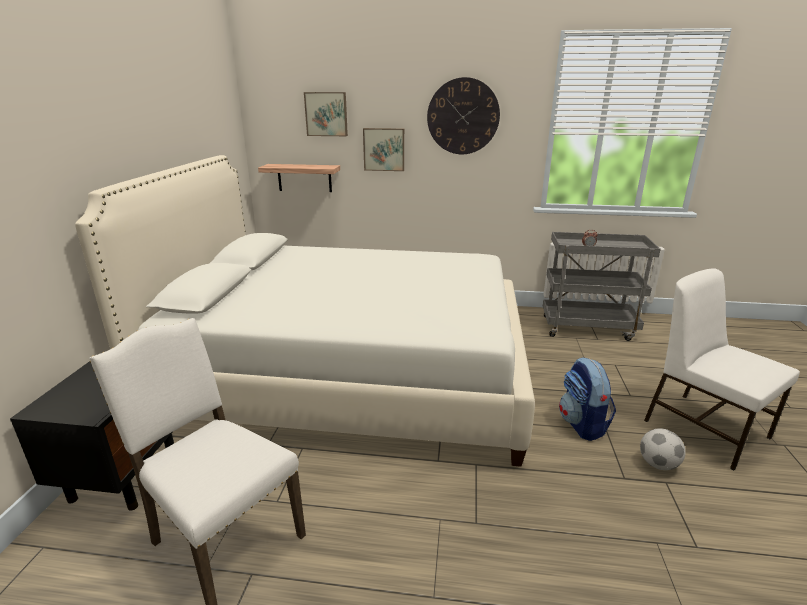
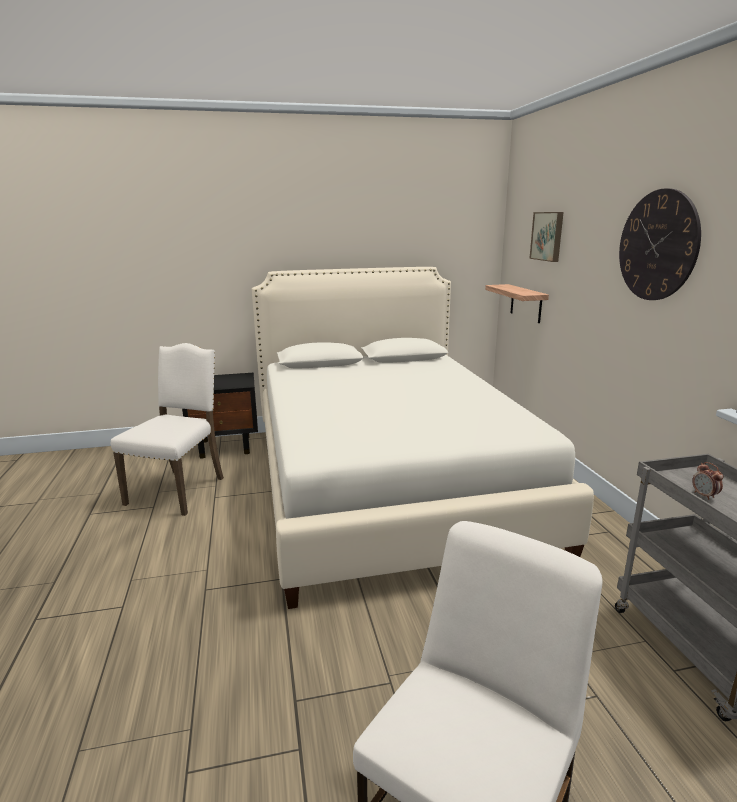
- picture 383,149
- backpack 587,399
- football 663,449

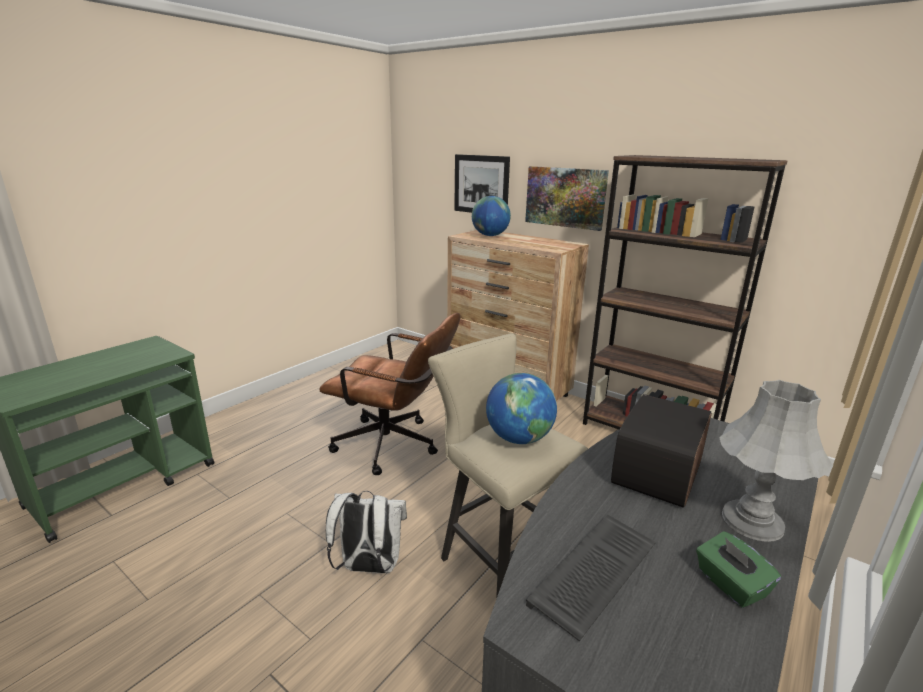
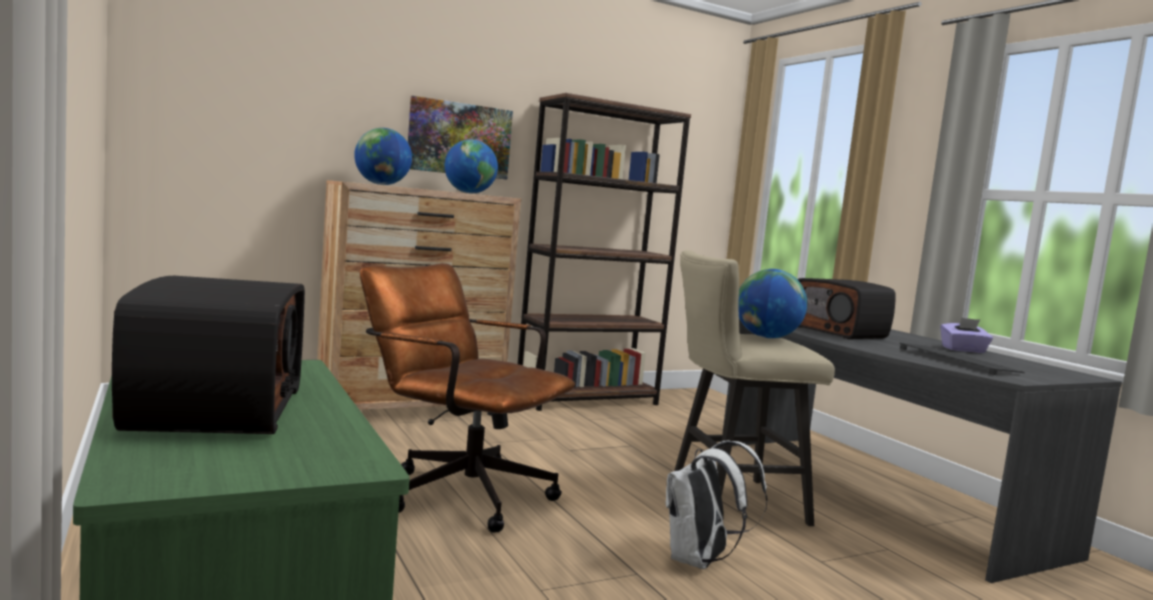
~ brown office chair 389,394 = 467,398 105 degrees counterclockwise
- picture 482,183
~ green tissue box 738,569 to purple tissue box 966,335
- grey table lamp 776,461
+ radio 208,355
+ globe 471,166

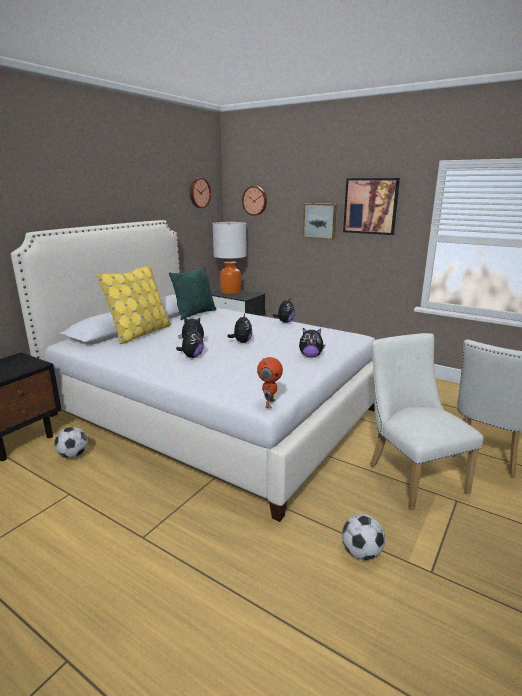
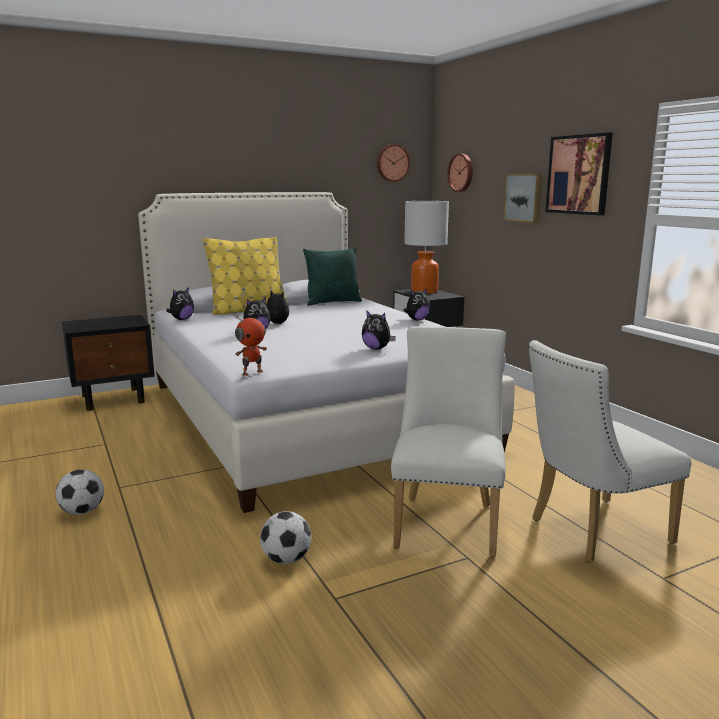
~ football 71,442 to 79,492
~ plush toy 239,328 to 180,303

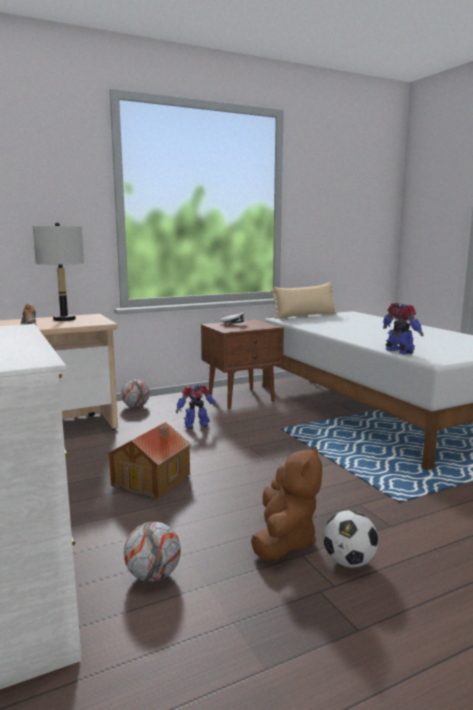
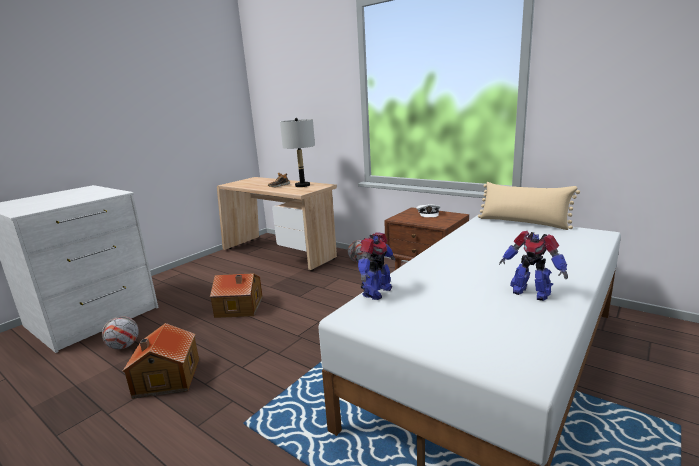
~ toy robot 196,406 to 533,266
~ brown plush toy 286,503 to toy house 161,361
- football 350,539

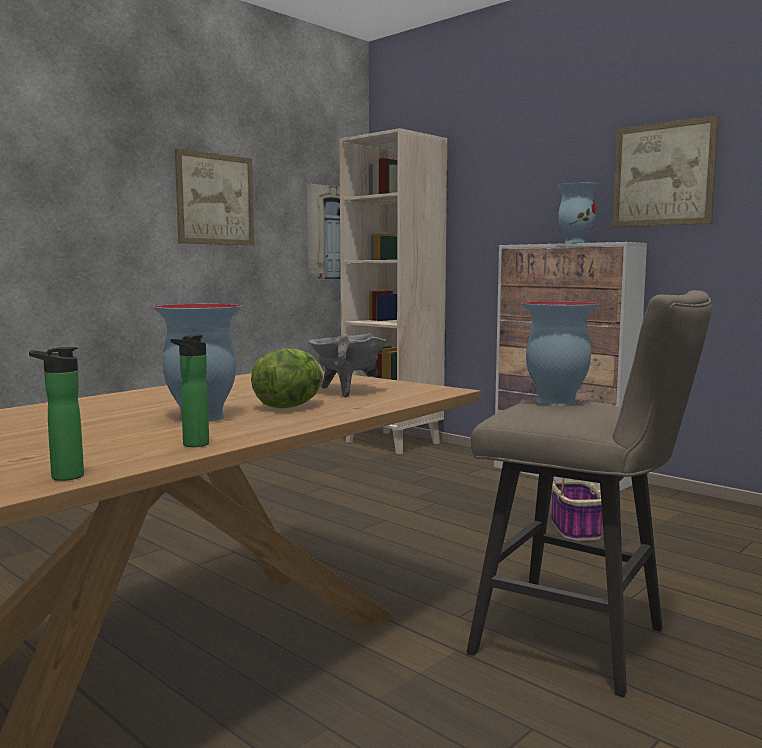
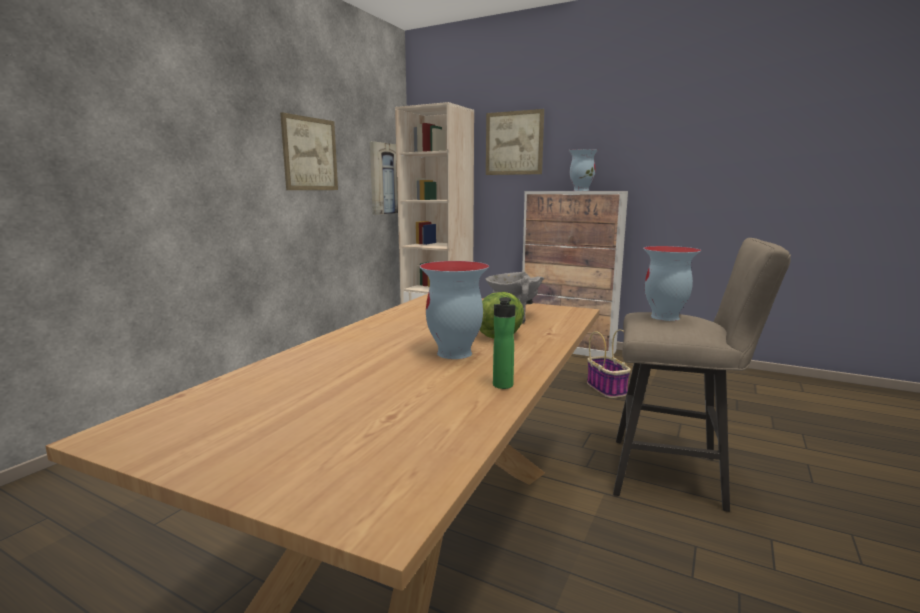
- bottle 56,414
~ picture 666,171 to 515,142

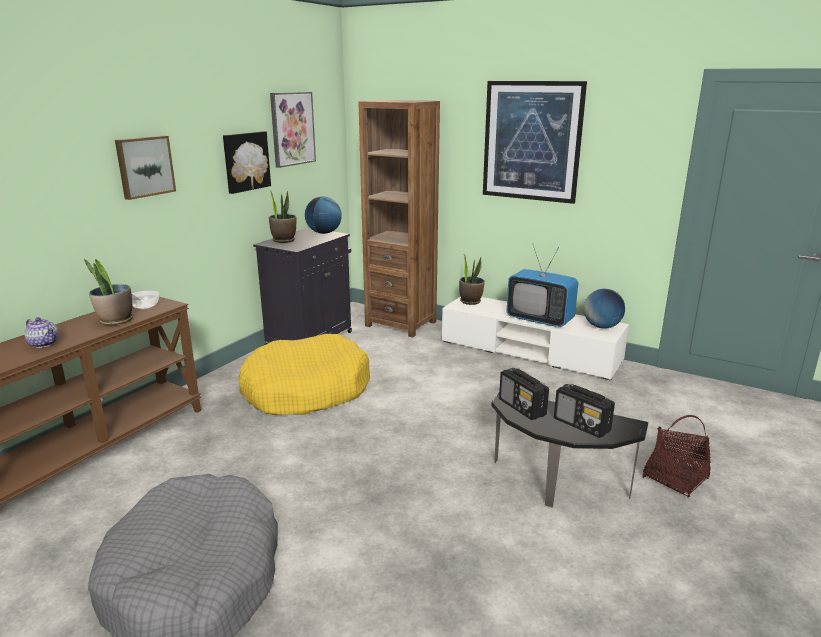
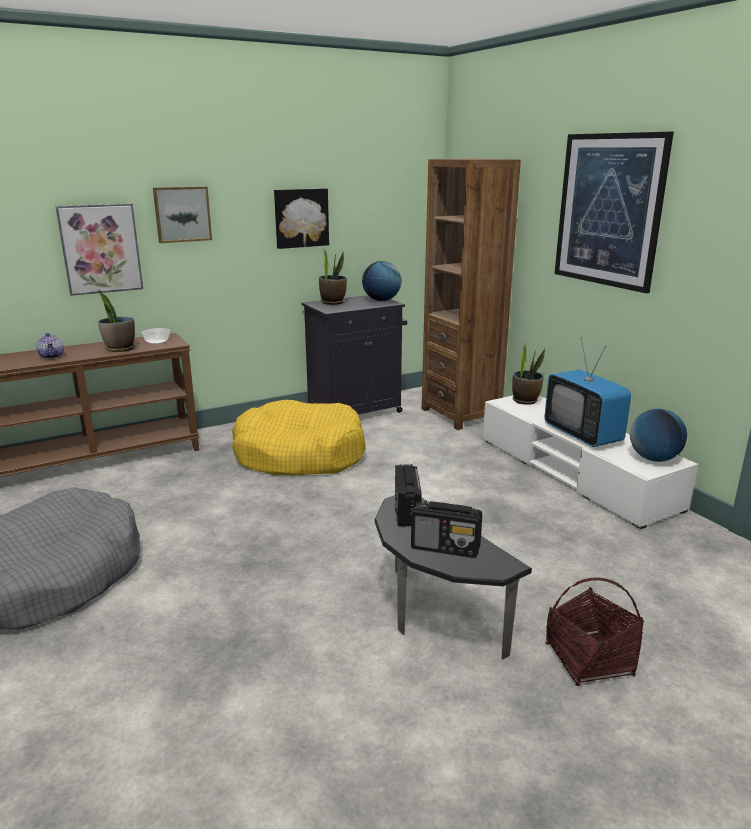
~ picture 293,130 to 99,249
~ radio 584,411 = 446,529 60 degrees counterclockwise

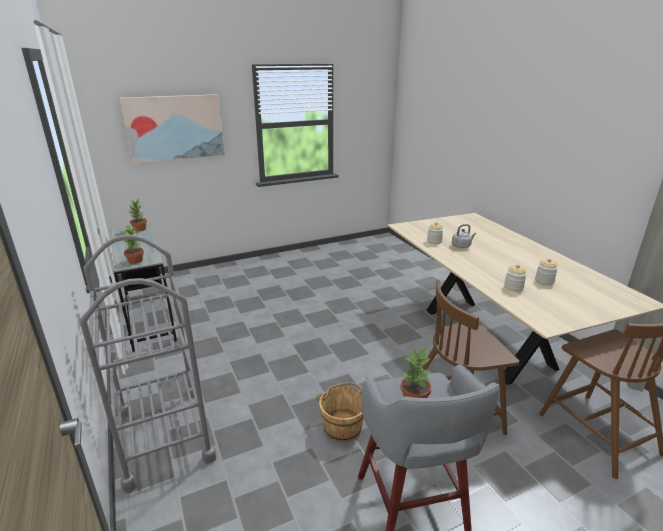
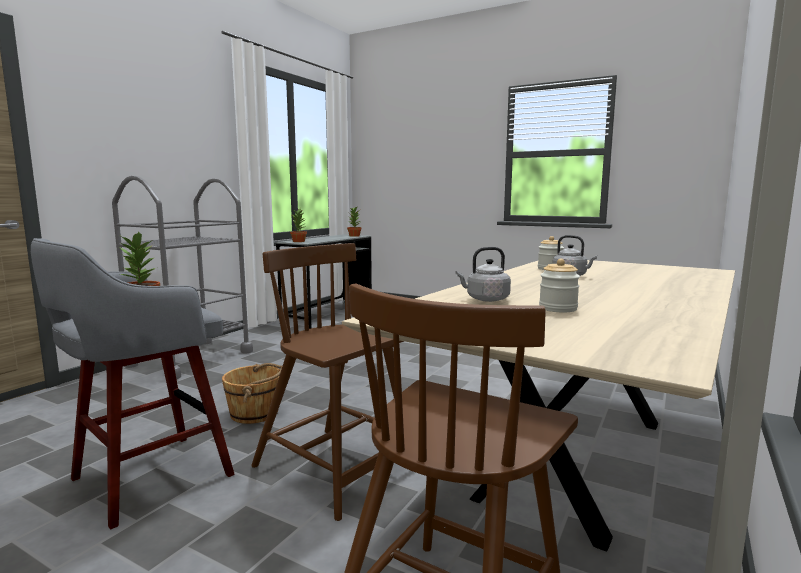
- picture 172,128
~ jar 515,278 to grey kettle 483,274

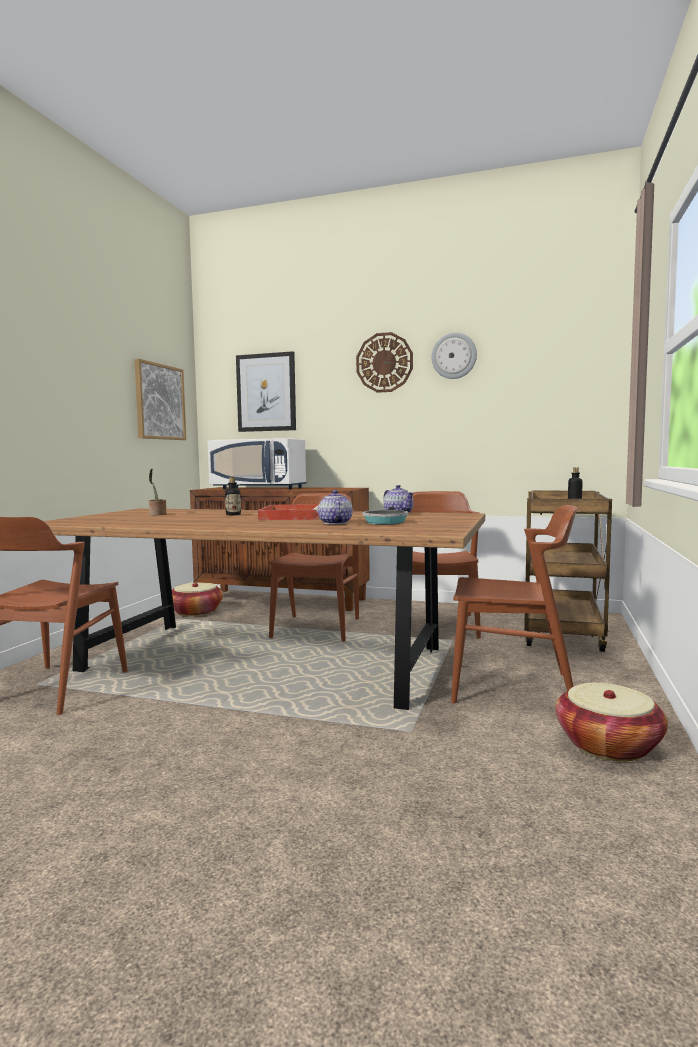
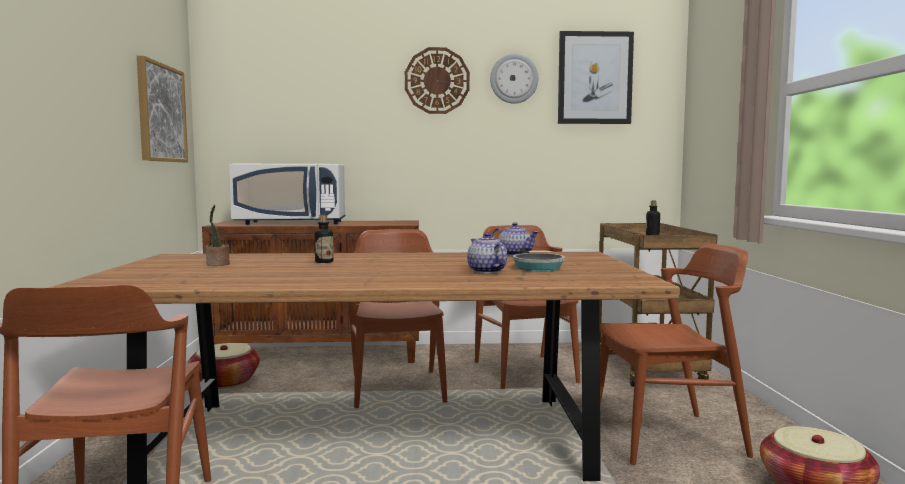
~ picture 266,391 to 596,77
- red tray 288,512

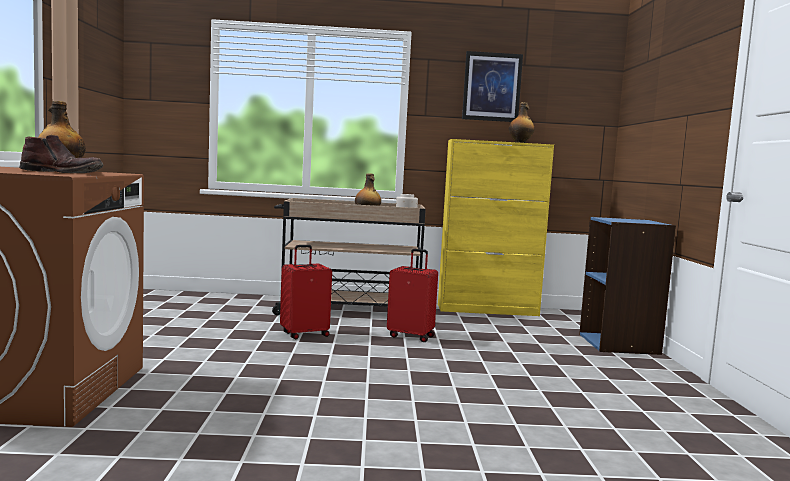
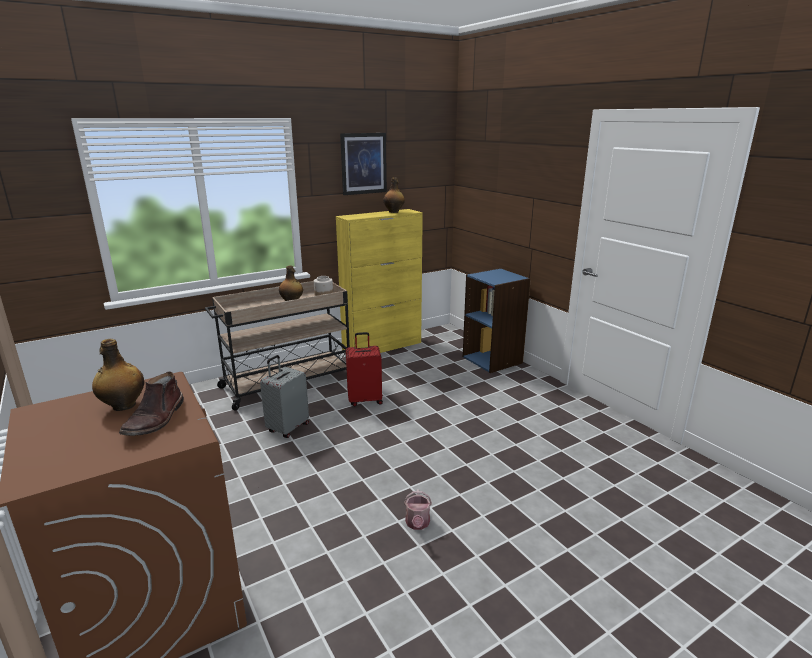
~ brown boot 61,154 = 151,403 120 degrees clockwise
~ red suitcase 306,292 to grey suitcase 284,396
+ watering can 418,509

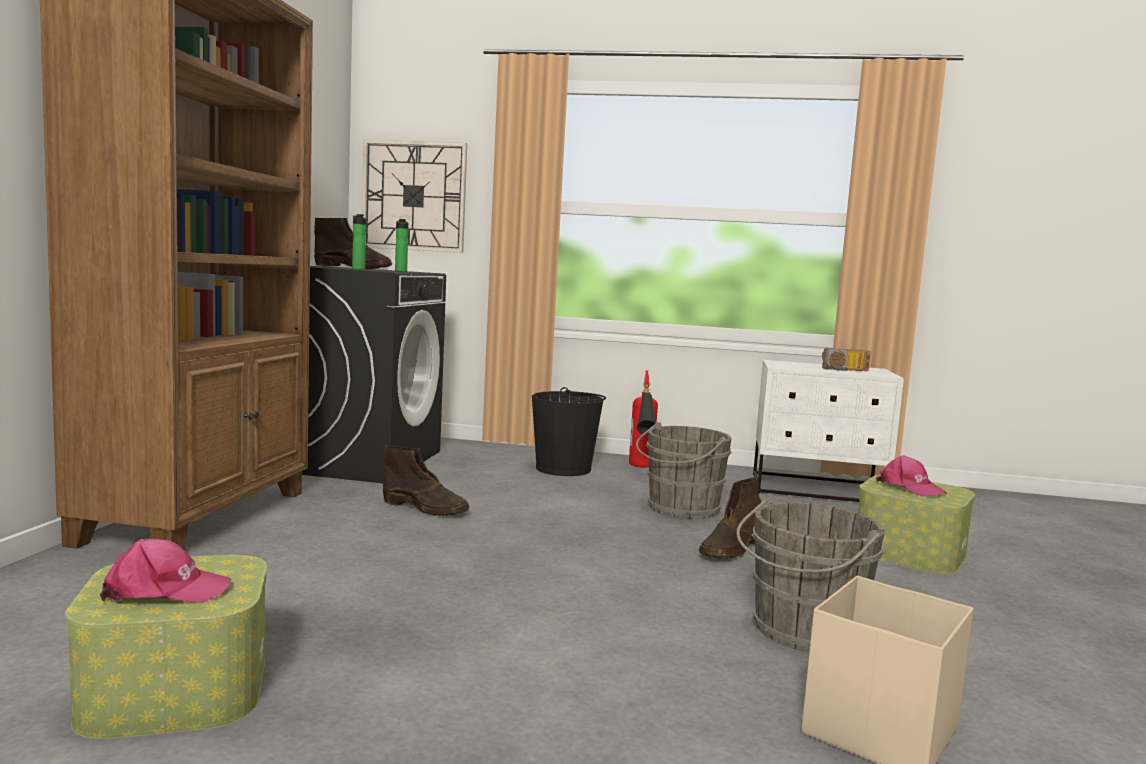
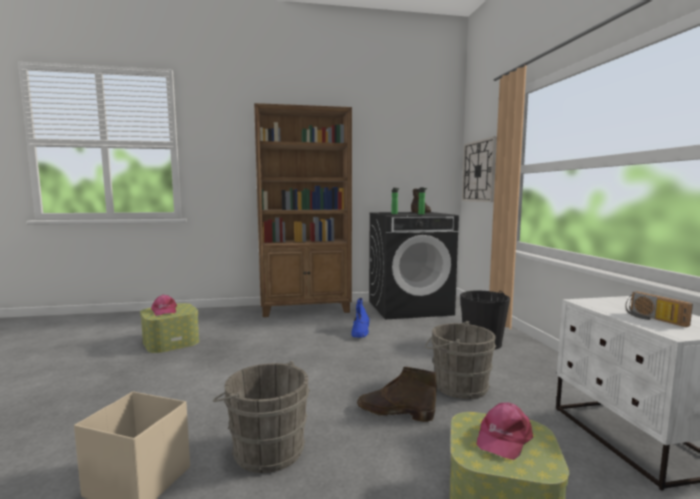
~ brown boot 426,480 to blue boot 360,318
- fire extinguisher 643,418

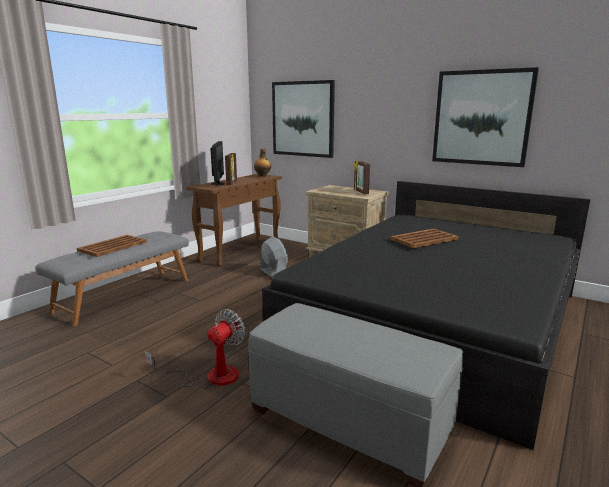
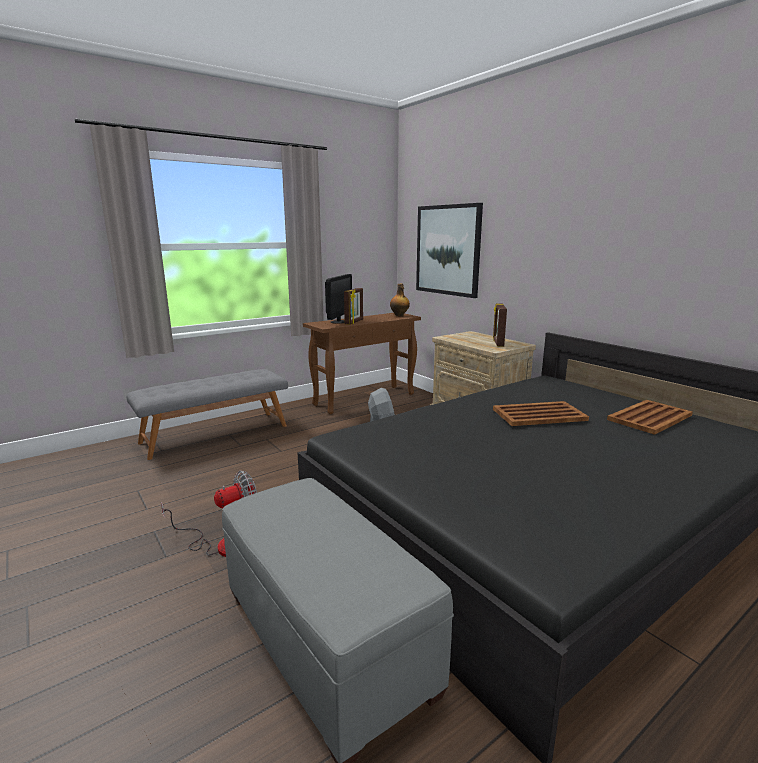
~ brown tray 112,246 to 650,417
- picture 485,117

